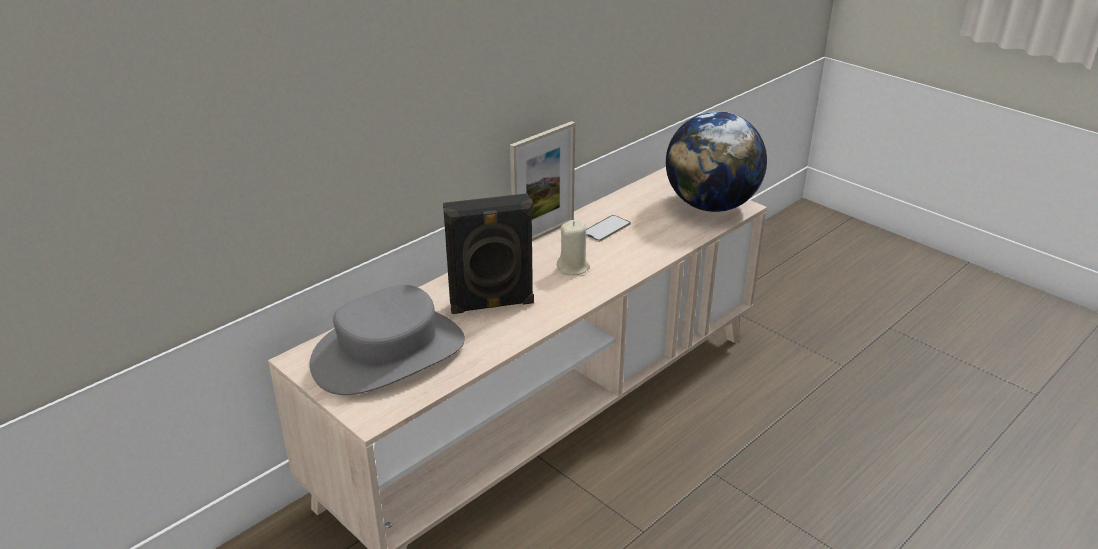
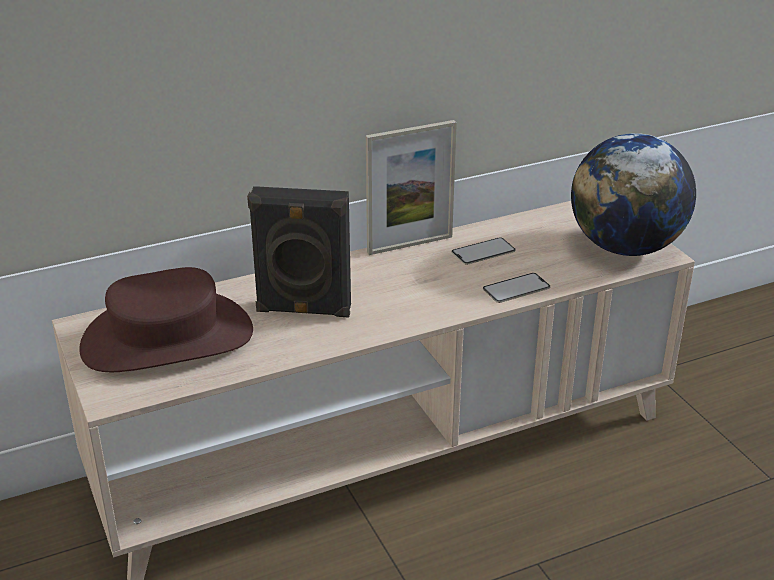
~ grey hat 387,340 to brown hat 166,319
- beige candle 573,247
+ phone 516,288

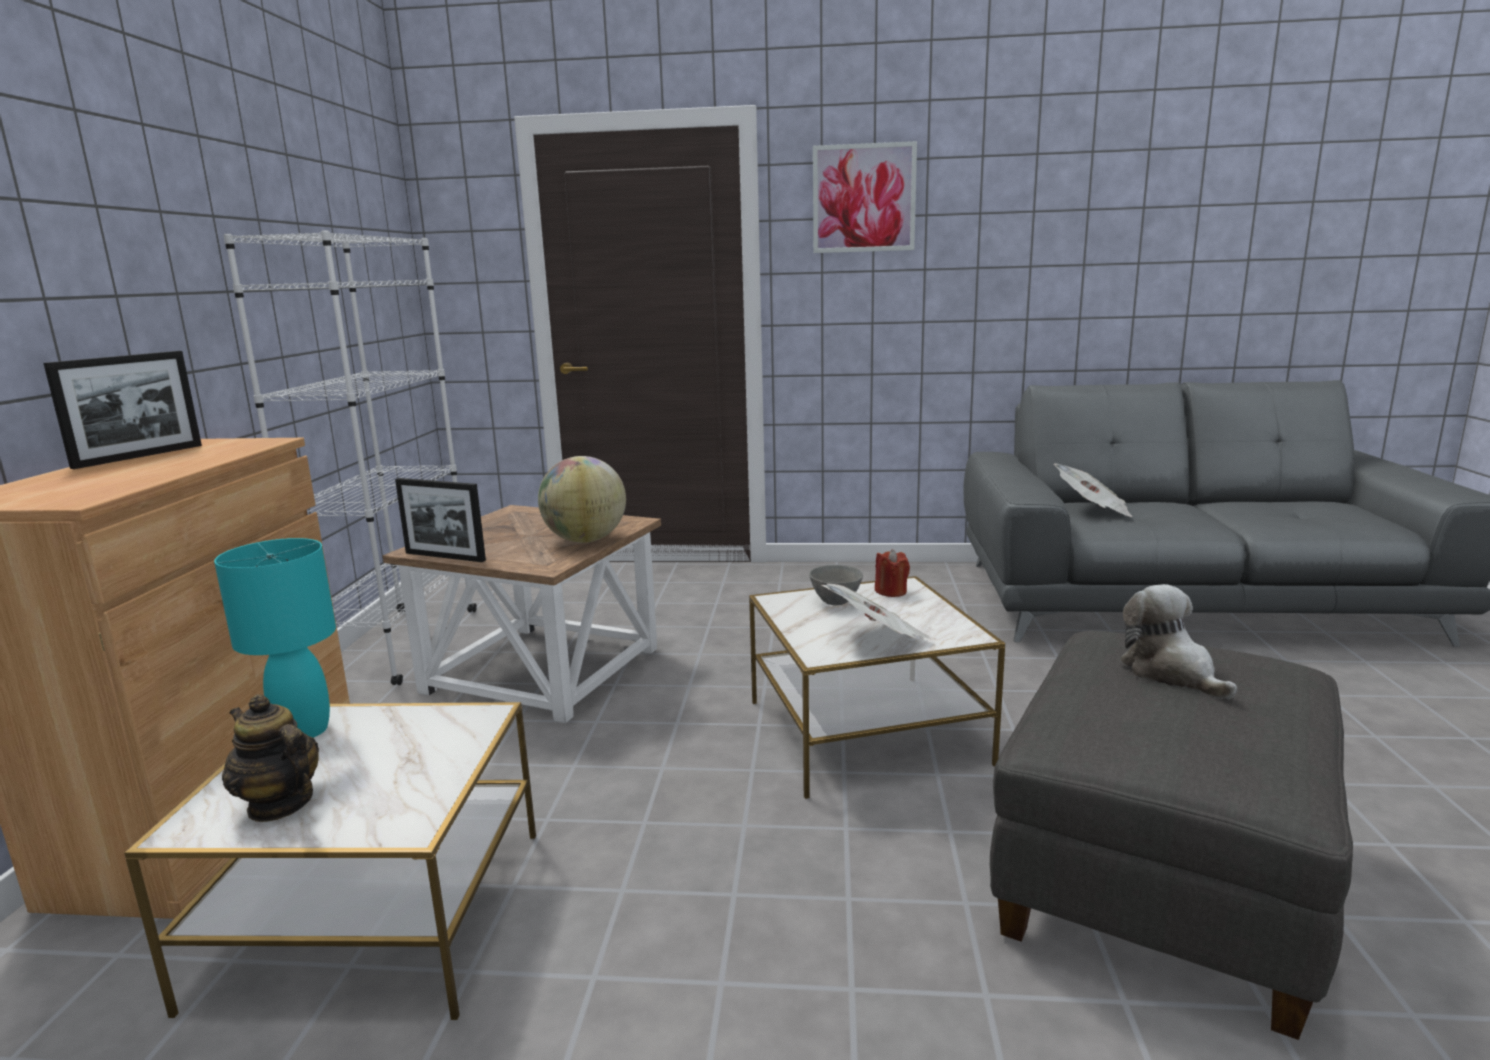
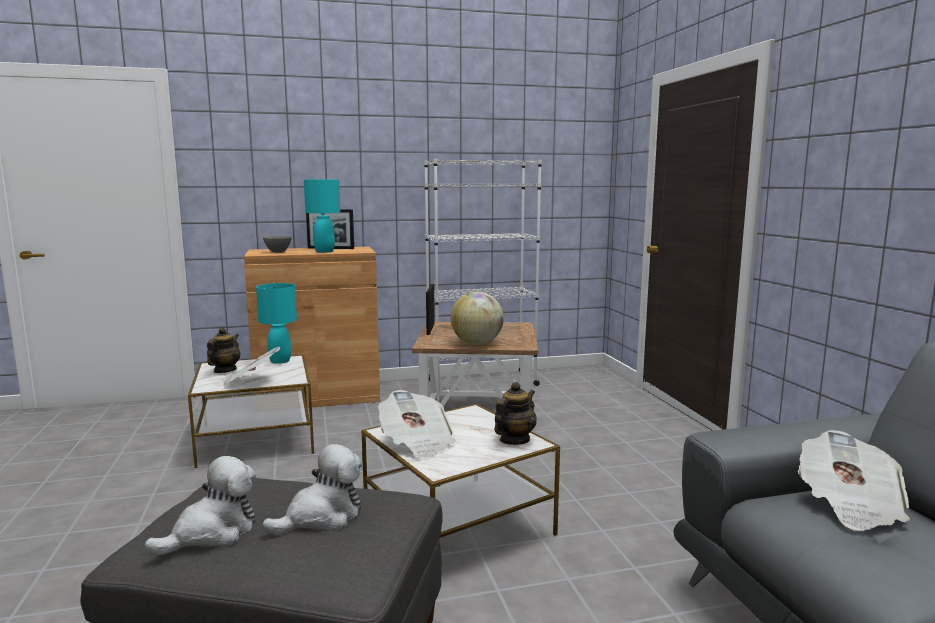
~ grey bowl 836,585 to 277,244
- picture 865,197
~ red candle 892,573 to teapot 515,413
+ plush toy 200,505
+ newspaper 251,366
+ turquoise table lamp 322,216

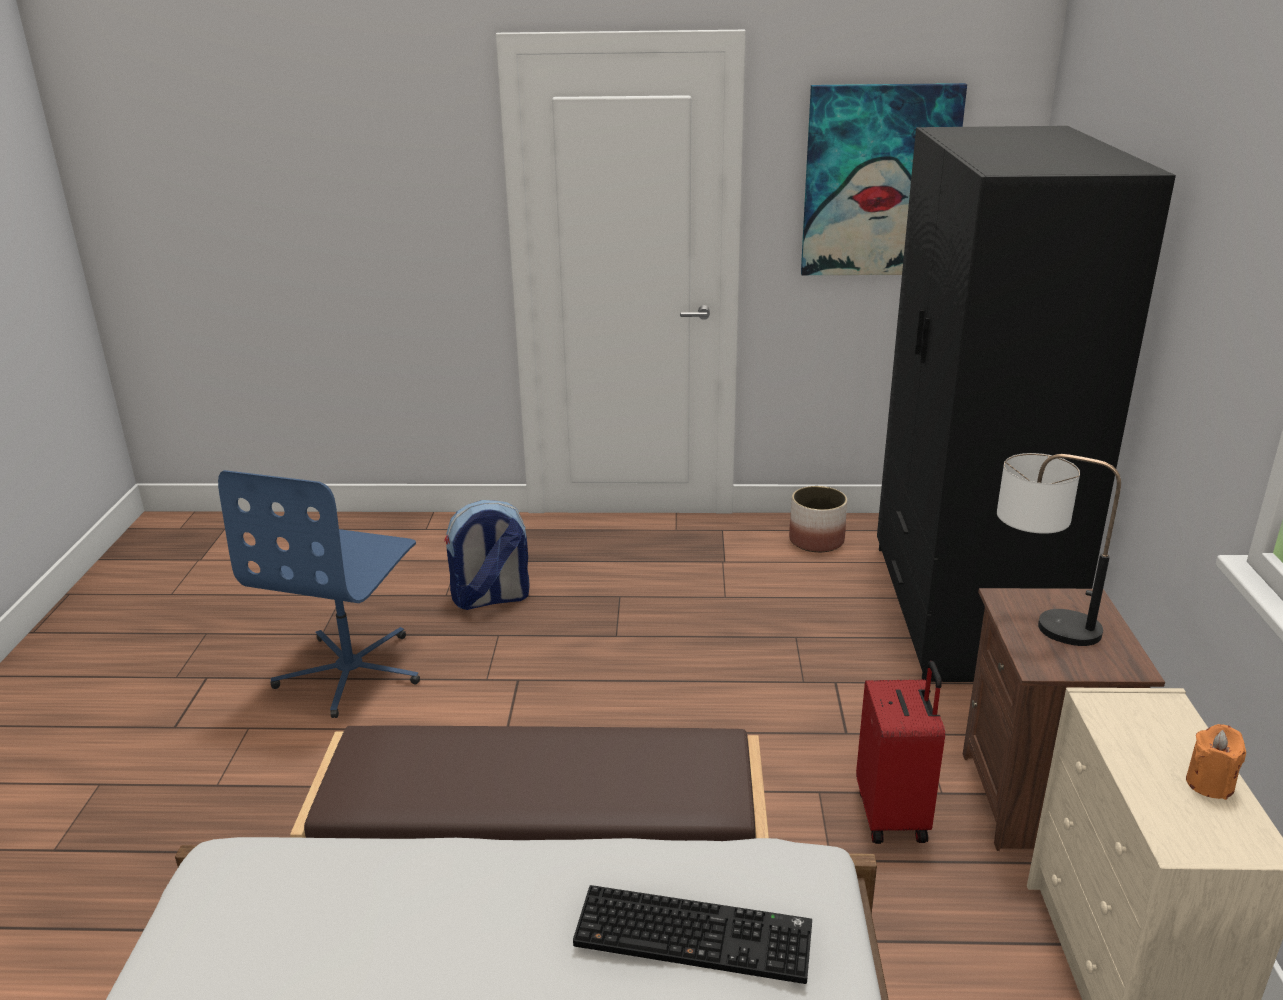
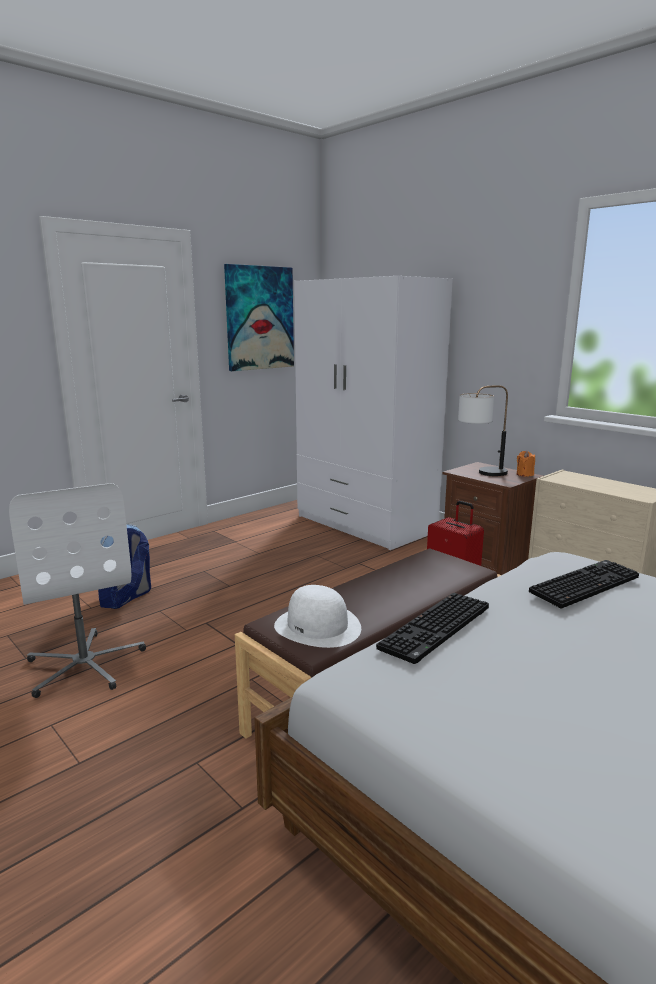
~ blue office chair 319,594 to white office chair 77,590
- planter 818,519
~ black wardrobe 1026,404 to white wardrobe 373,413
~ orange candle 1216,762 to 526,463
+ white hat 317,616
+ keyboard 432,628

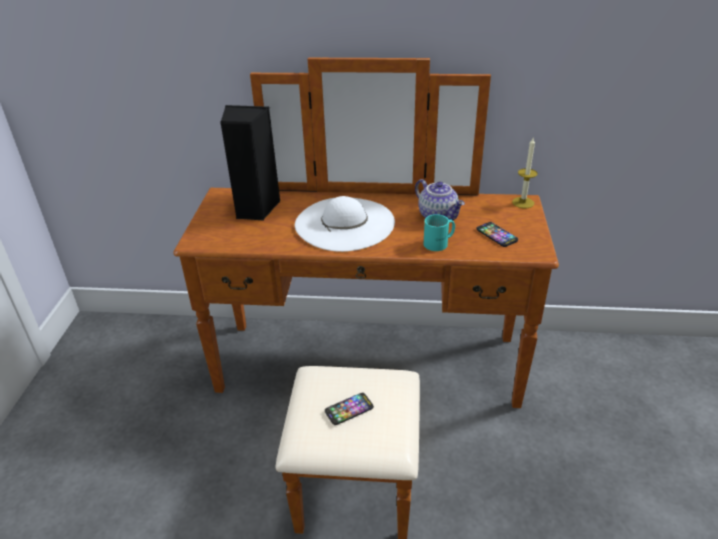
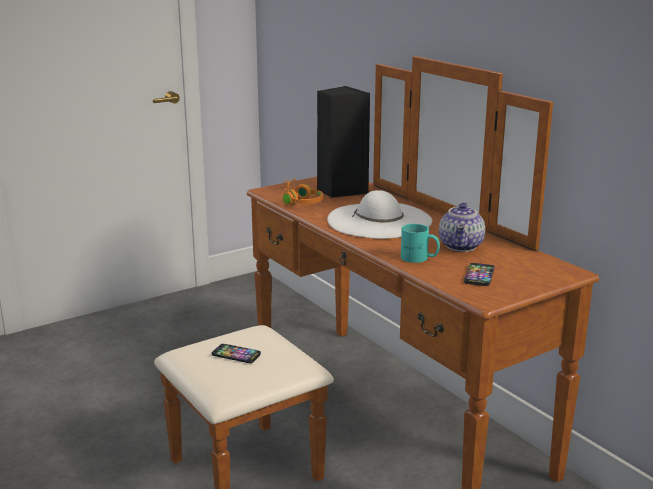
- candle 525,173
+ orange headphones 302,192

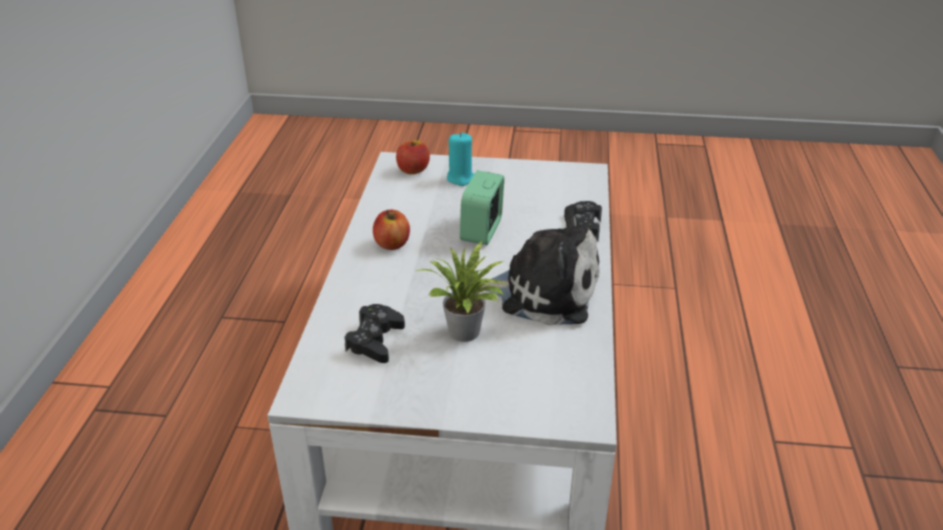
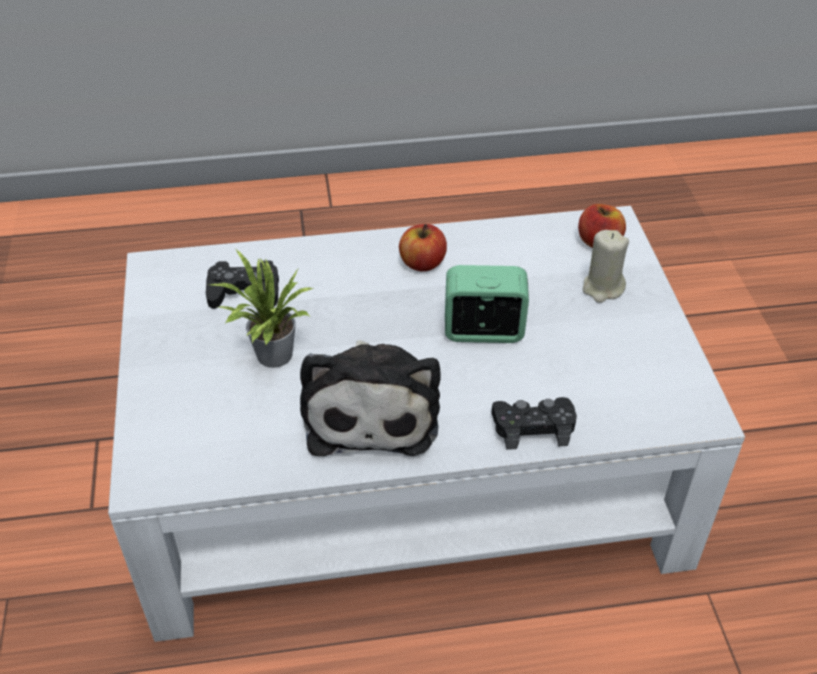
~ turquoise candle 460,159 to beige candle 606,266

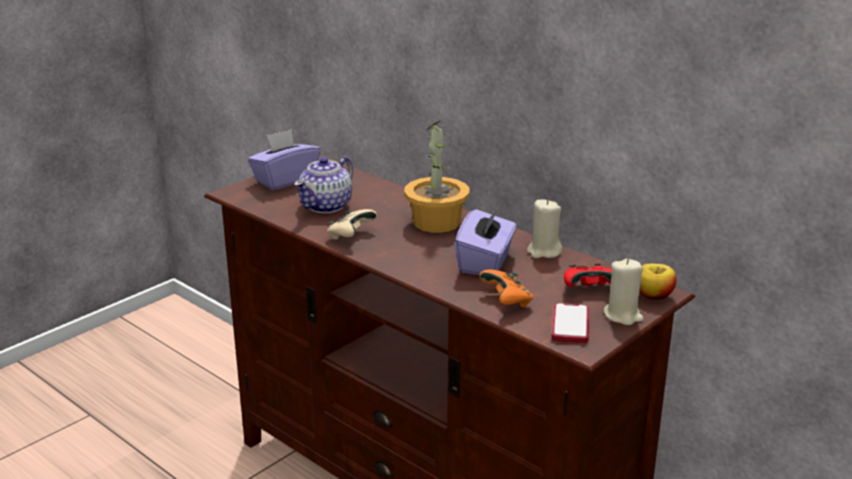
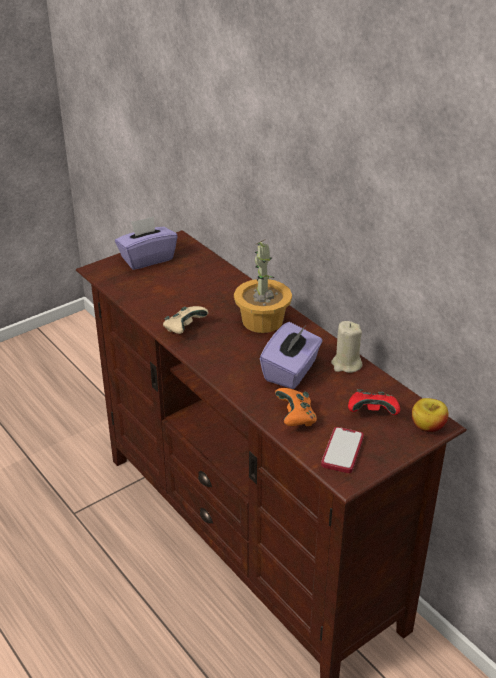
- teapot 323,185
- beige candle 624,292

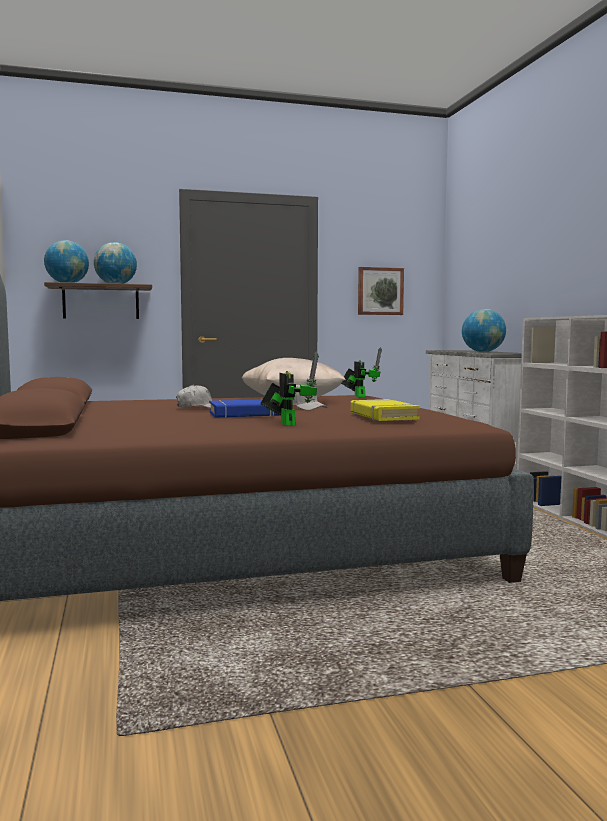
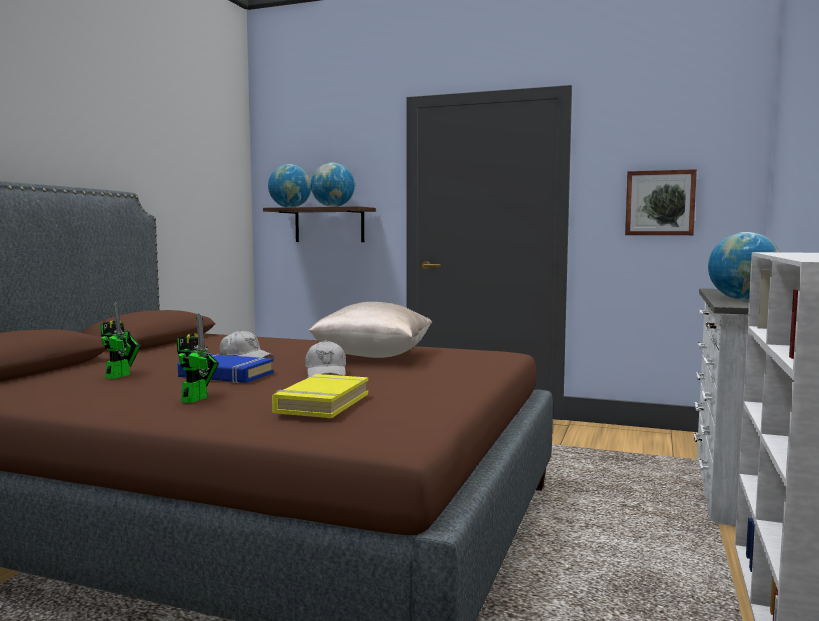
~ toy robot 361,372 to 121,340

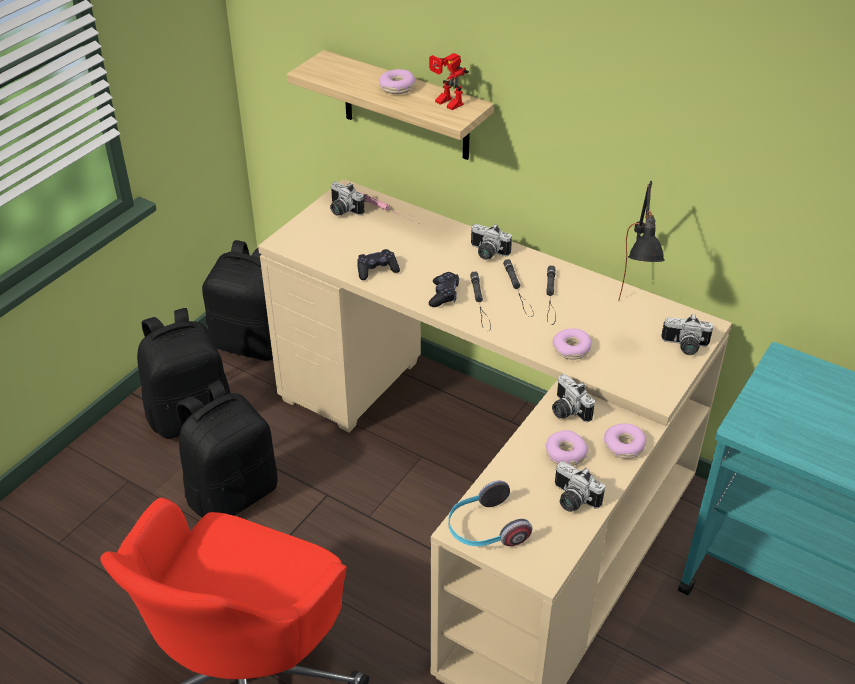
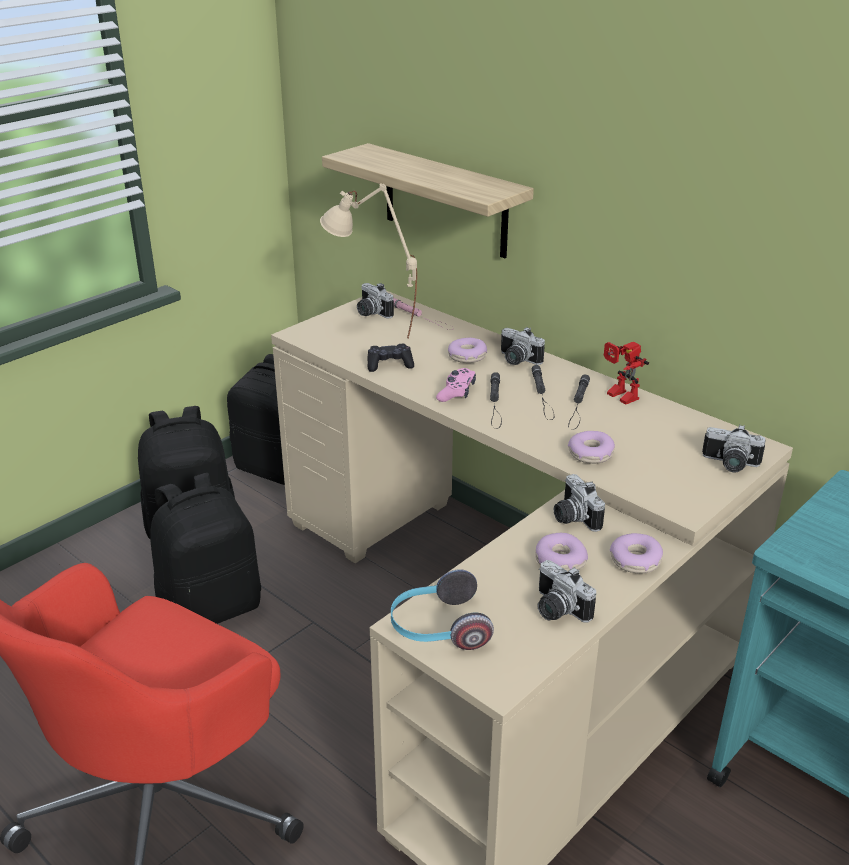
~ donut 397,81 to 467,350
~ toy robot 449,81 to 626,373
~ black game controller 444,289 to pink game controller 456,385
- black table lamp 641,241
+ beige table lamp 368,261

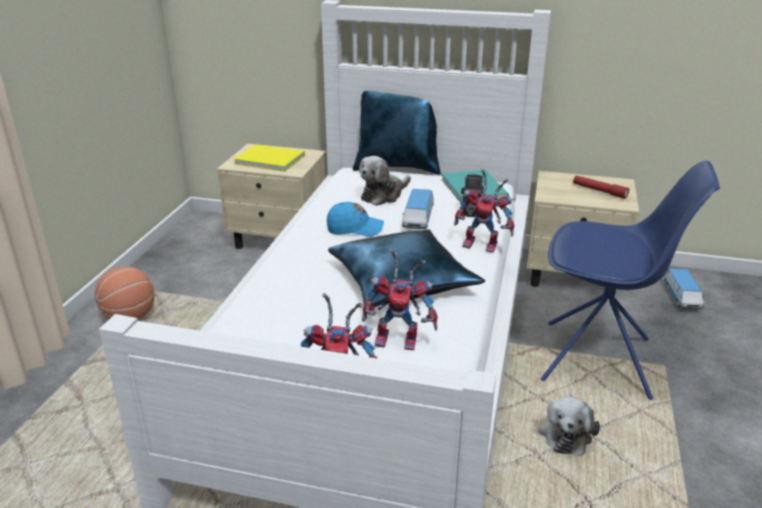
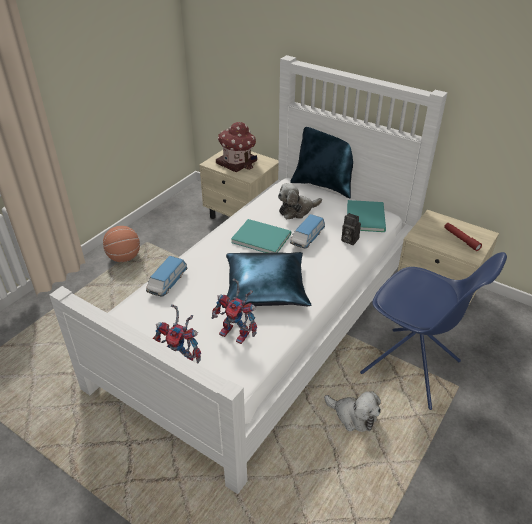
~ yellow book 269,158 to toy house 236,147
~ blue cap 355,219 to turquoise book 261,236
- toy robot 484,211
~ plush toy 569,424 = 352,411 90 degrees counterclockwise
~ toy car 684,289 to 166,276

